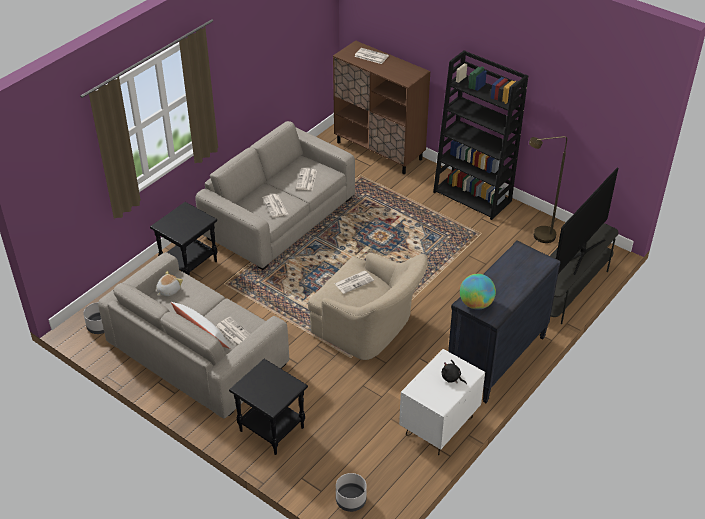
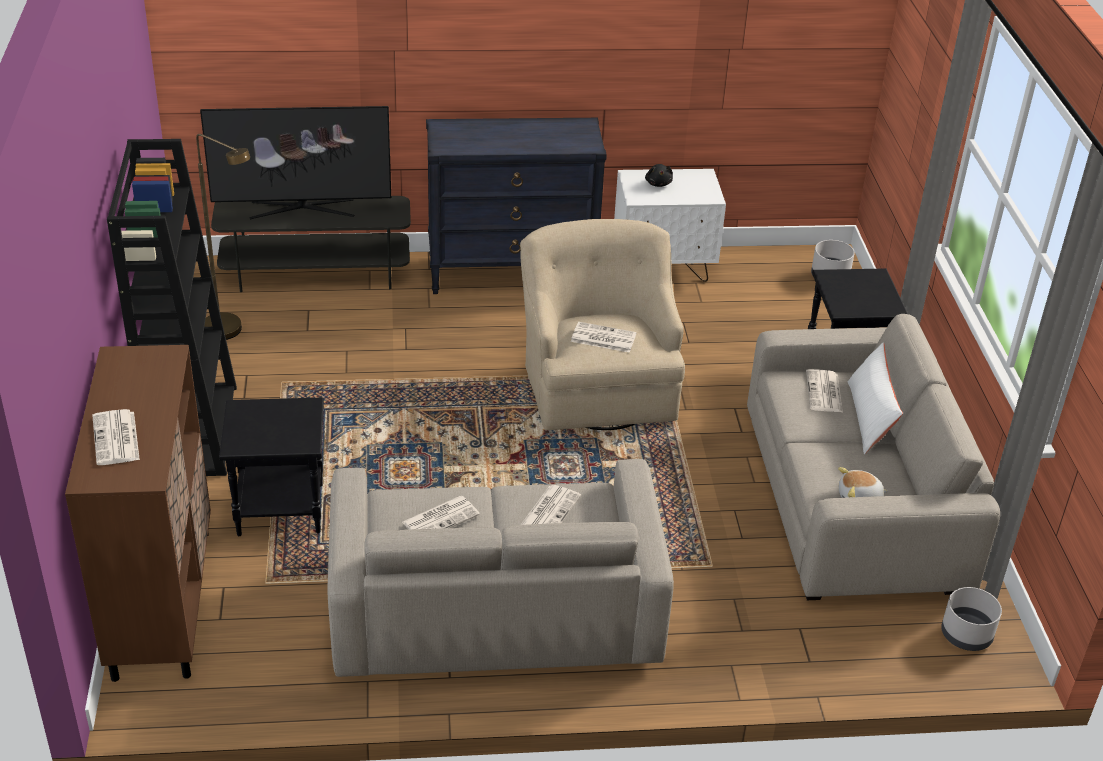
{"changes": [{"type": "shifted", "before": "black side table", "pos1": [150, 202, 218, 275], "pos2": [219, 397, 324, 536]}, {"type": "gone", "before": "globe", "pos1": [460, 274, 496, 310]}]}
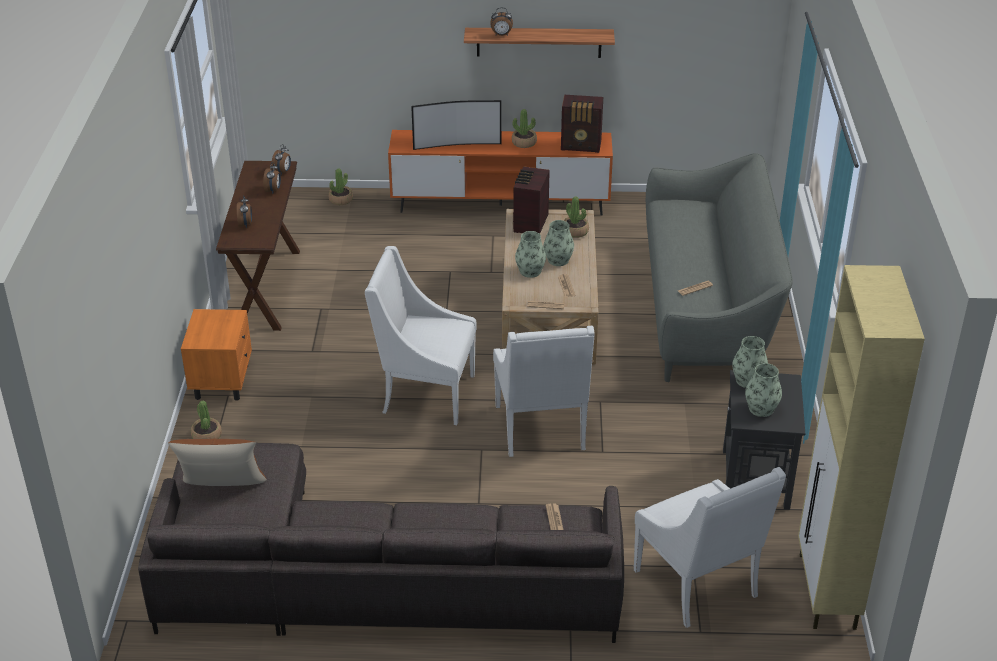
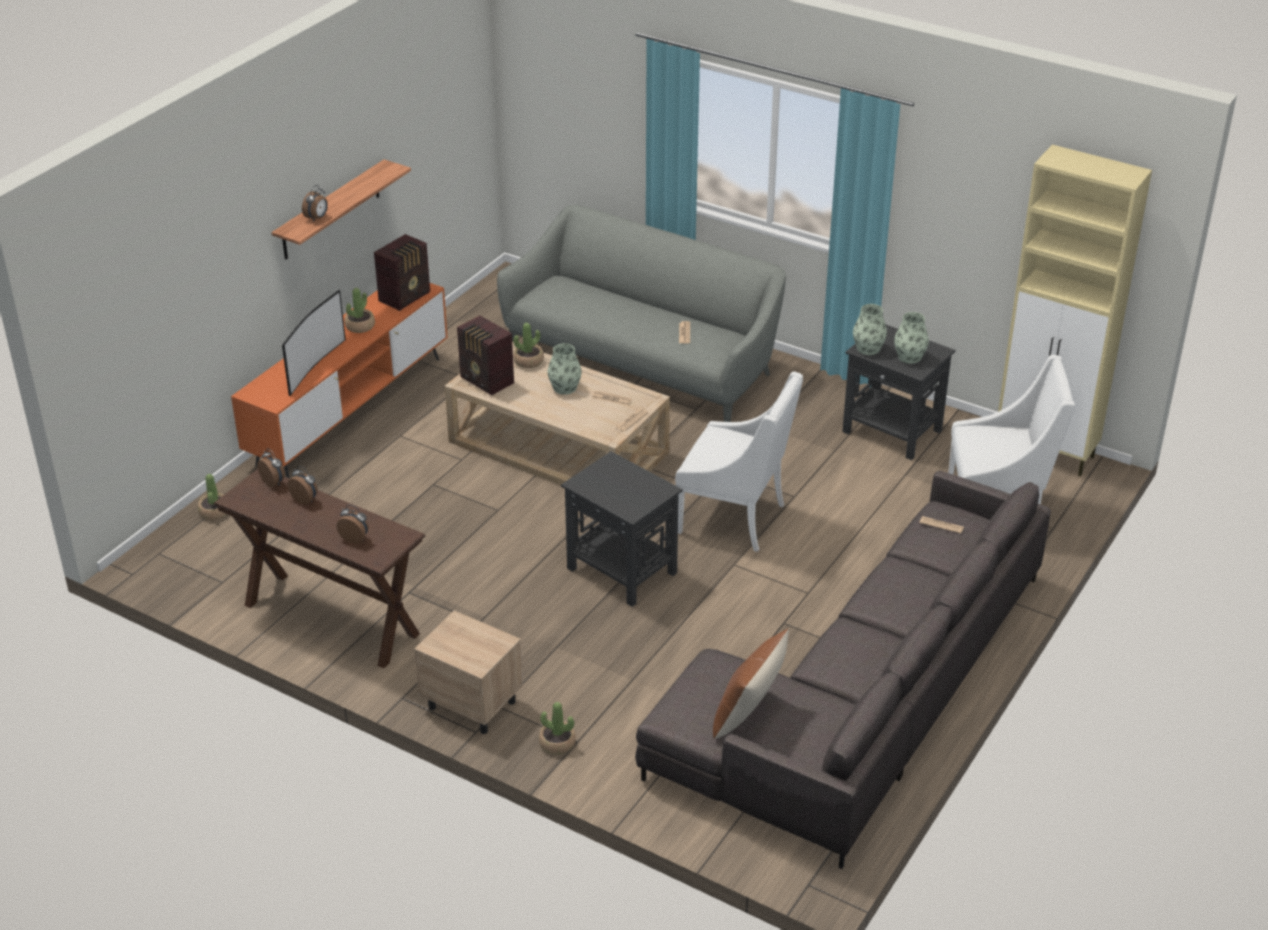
{"changes": [{"type": "gone", "before": "vase", "pos1": [515, 231, 546, 278]}, {"type": "swapped", "before": "white armchair", "after": "black side table", "pos1": [365, 246, 477, 425], "pos2": [561, 451, 683, 607]}, {"type": "repainted", "before": "orange nightstand", "after": "beige nightstand", "pos1": [181, 309, 252, 401], "pos2": [414, 611, 523, 734]}]}
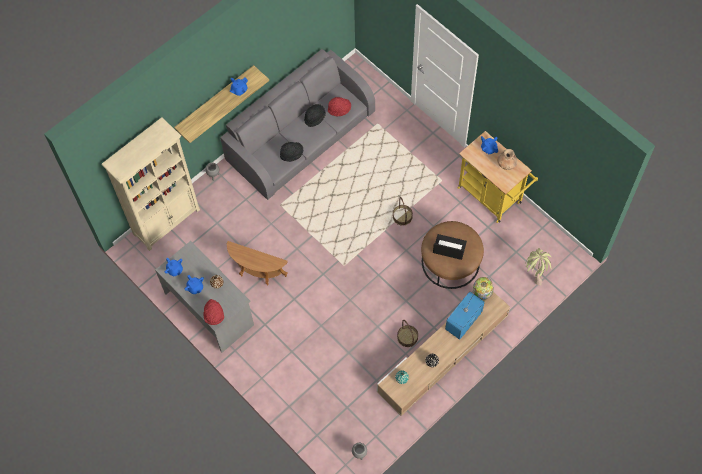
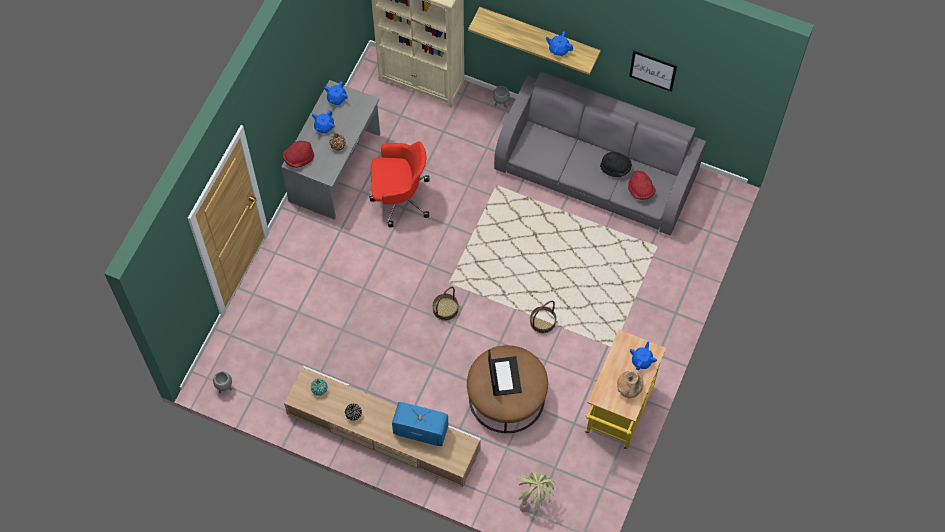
{"changes": [{"type": "gone", "before": "black hat", "pos1": [280, 142, 304, 162]}, {"type": "swapped", "before": "brown side table", "after": "red office chair", "pos1": [227, 241, 288, 285], "pos2": [369, 142, 429, 227]}, {"type": "gone", "before": "table lamp", "pos1": [473, 277, 494, 302]}, {"type": "shifted", "before": "basket", "pos1": [397, 320, 418, 347], "pos2": [433, 287, 459, 321]}, {"type": "new", "after": "picture", "pos2": [629, 51, 677, 92]}]}
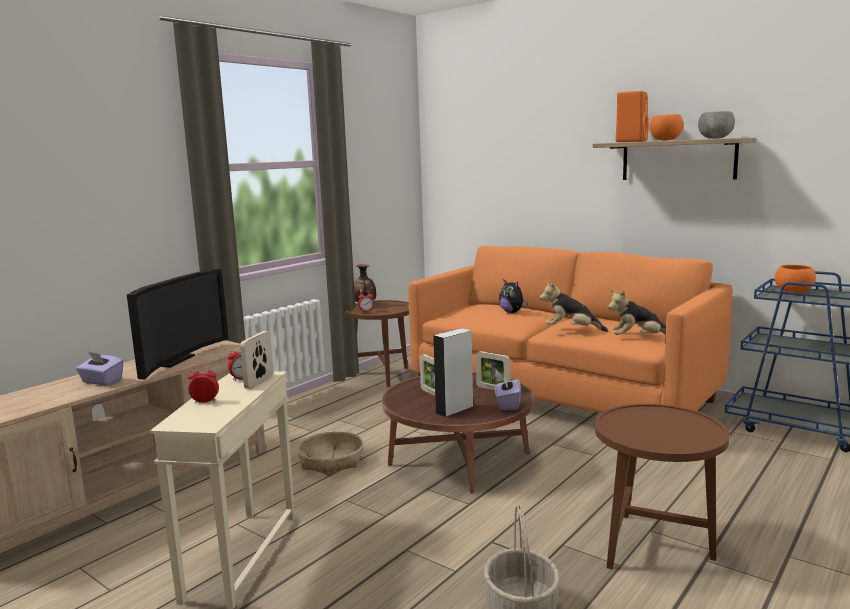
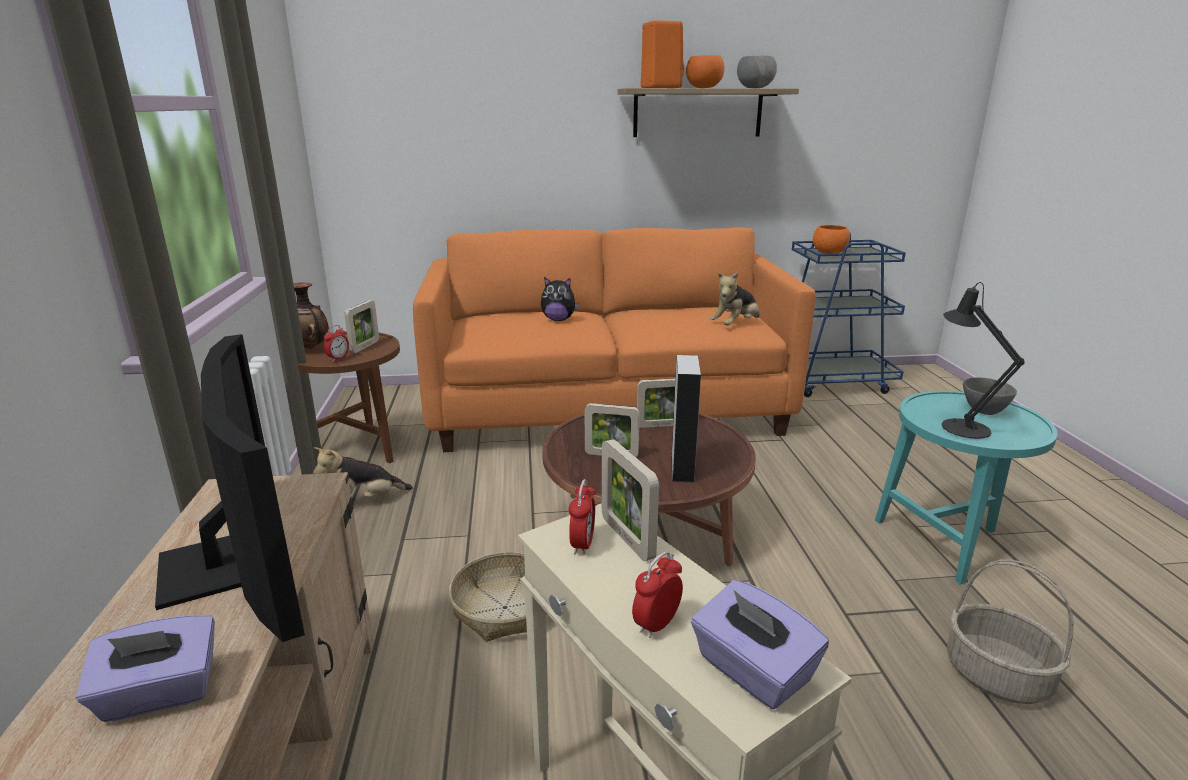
{"changes": [{"type": "shifted", "before": "plush toy", "pos1": [540, 282, 608, 332], "pos2": [313, 447, 413, 497]}, {"type": "shifted", "before": "purple tissue box", "pos1": [495, 374, 521, 410], "pos2": [691, 580, 829, 709]}, {"type": "repainted", "before": "brown side table", "after": "turquoise side table", "pos1": [595, 404, 730, 569], "pos2": [875, 391, 1058, 585]}, {"type": "new", "after": "black table lamp", "pos2": [942, 282, 1025, 439]}, {"type": "new", "after": "picture frame", "pos2": [344, 300, 379, 353]}, {"type": "new", "after": "grey bowl", "pos2": [963, 377, 1017, 415]}]}
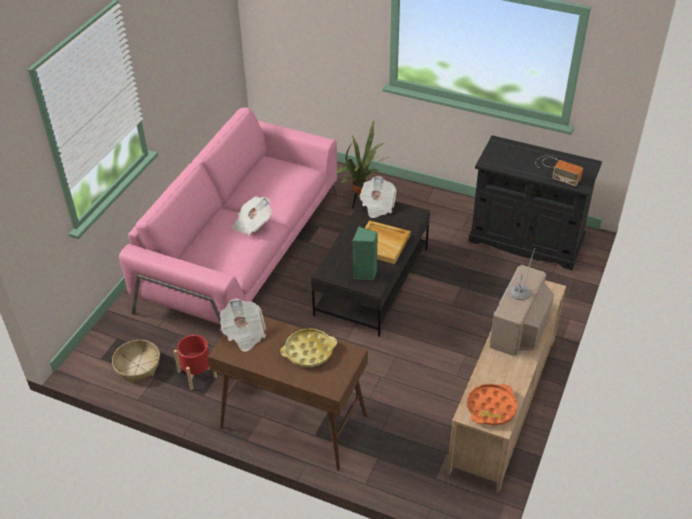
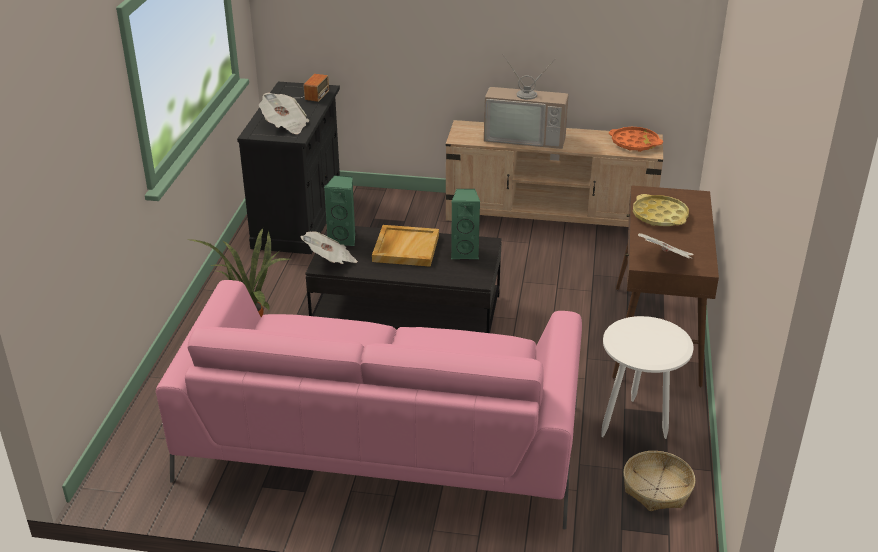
{"changes": [{"type": "shifted", "before": "newspaper", "pos1": [232, 197, 272, 235], "pos2": [259, 93, 310, 134]}, {"type": "swapped", "before": "red planter", "after": "white side table", "pos1": [174, 335, 217, 390], "pos2": [601, 316, 693, 439]}, {"type": "new", "after": "green speaker", "pos2": [324, 175, 355, 247]}]}
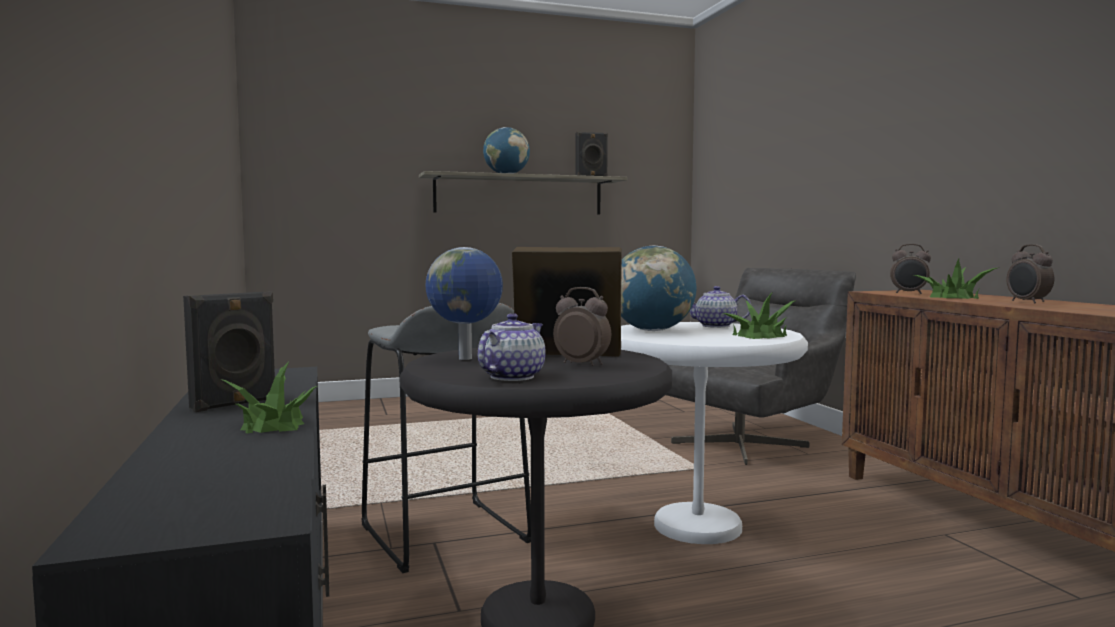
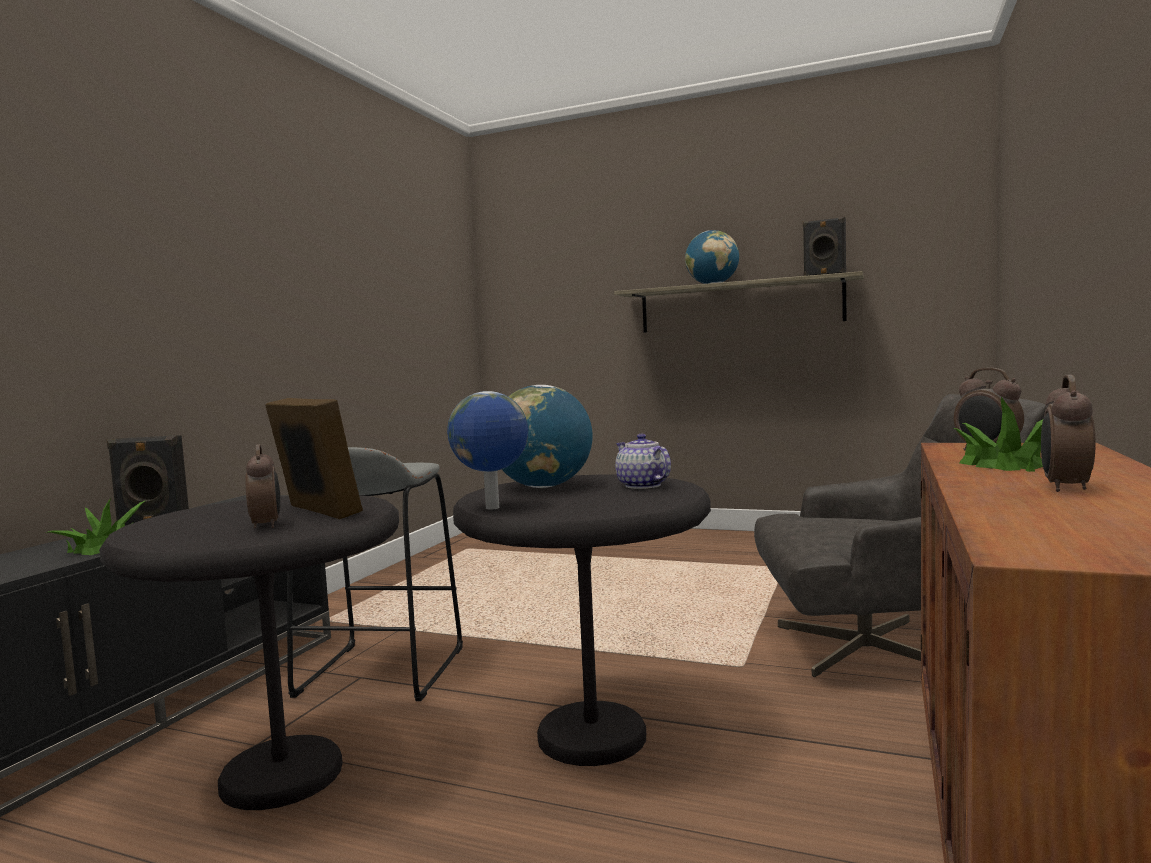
{"changes": [{"type": "shifted", "before": "globe", "pos1": [426, 247, 503, 360], "pos2": [447, 391, 528, 509]}, {"type": "gone", "before": "potted plant", "pos1": [723, 293, 796, 339]}, {"type": "gone", "before": "teapot", "pos1": [478, 313, 546, 381]}, {"type": "repainted", "before": "white side table", "after": "black side table", "pos1": [621, 322, 808, 544], "pos2": [453, 474, 711, 766]}]}
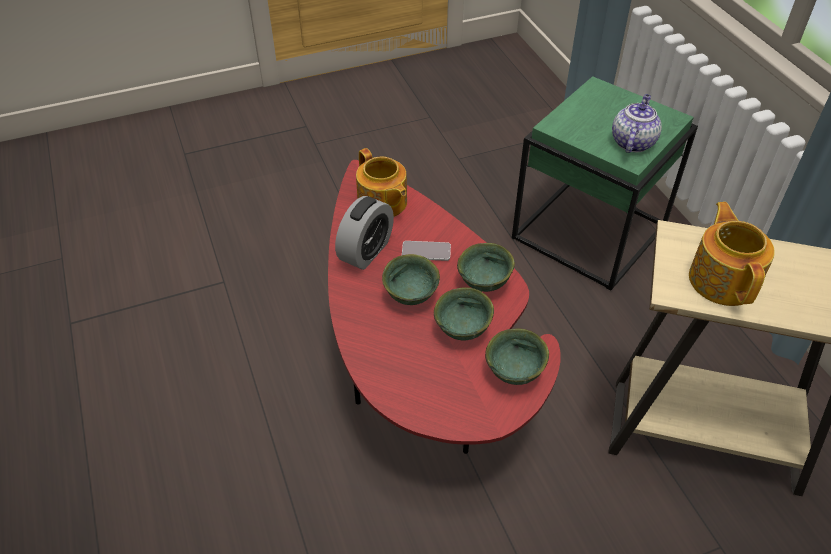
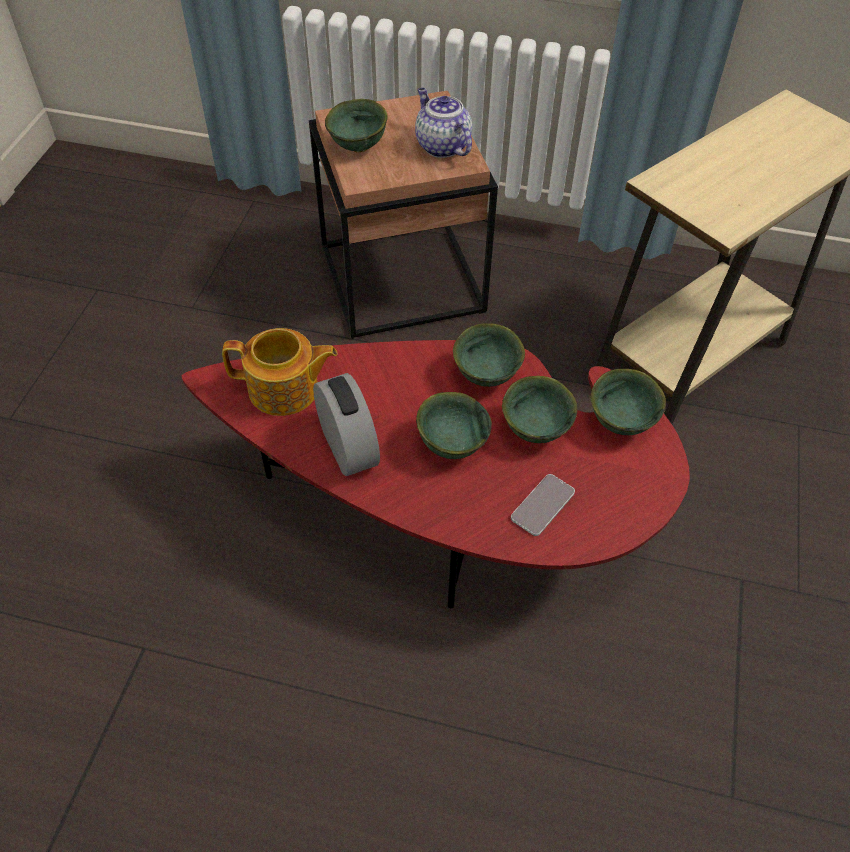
{"changes": [{"type": "repainted", "before": "green side table", "after": "brown side table", "pos1": [512, 76, 698, 290], "pos2": [309, 91, 498, 339]}, {"type": "gone", "before": "teapot", "pos1": [689, 202, 775, 306]}, {"type": "shifted", "before": "phone", "pos1": [402, 241, 451, 261], "pos2": [511, 474, 575, 536]}, {"type": "new", "after": "green bowl", "pos2": [325, 99, 388, 152]}]}
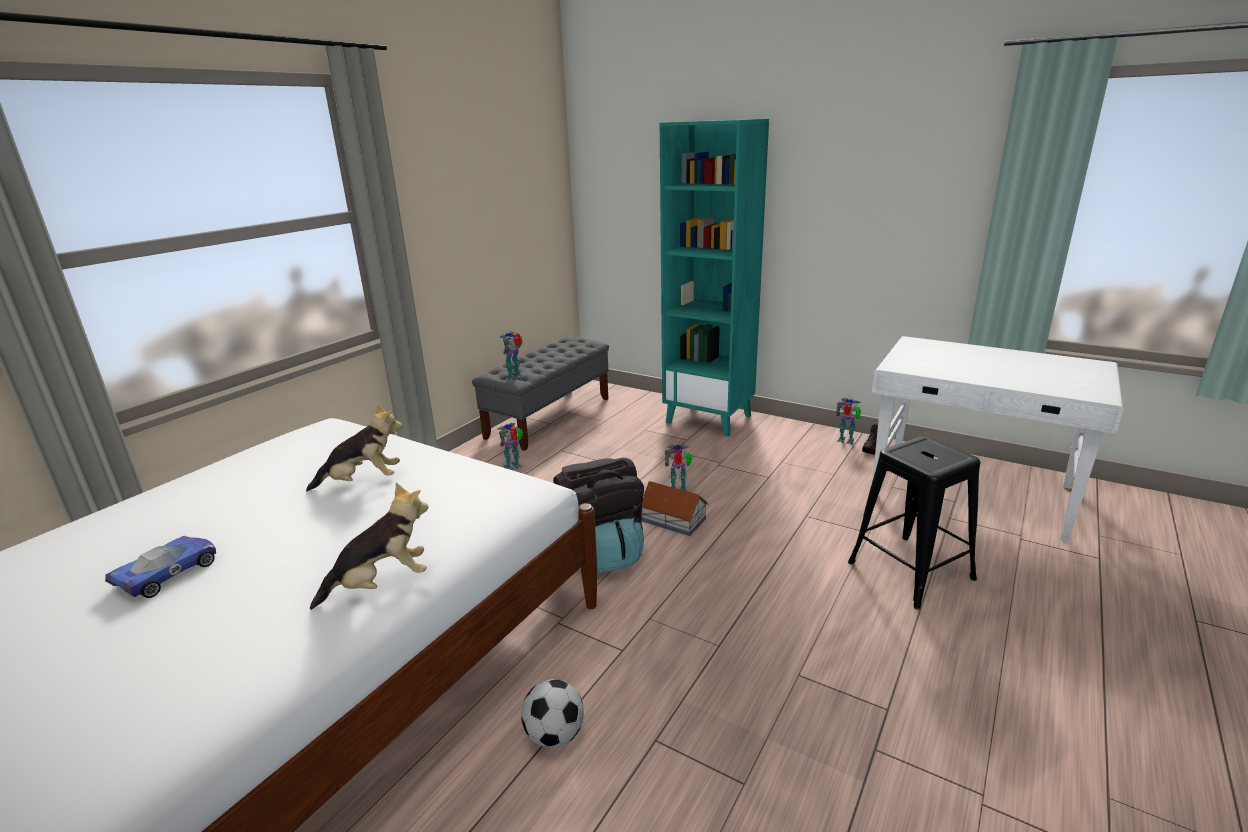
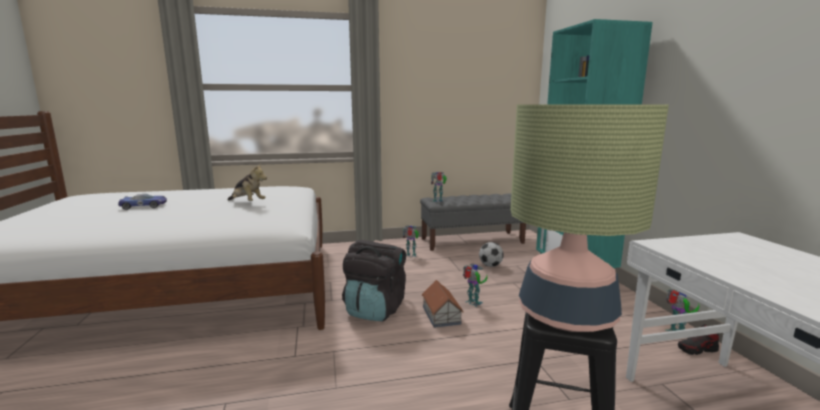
{"changes": [{"type": "gone", "before": "plush toy", "pos1": [310, 483, 428, 610]}, {"type": "shifted", "before": "football", "pos1": [521, 679, 584, 748], "pos2": [479, 242, 504, 267]}, {"type": "new", "after": "table lamp", "pos2": [511, 104, 669, 332]}]}
